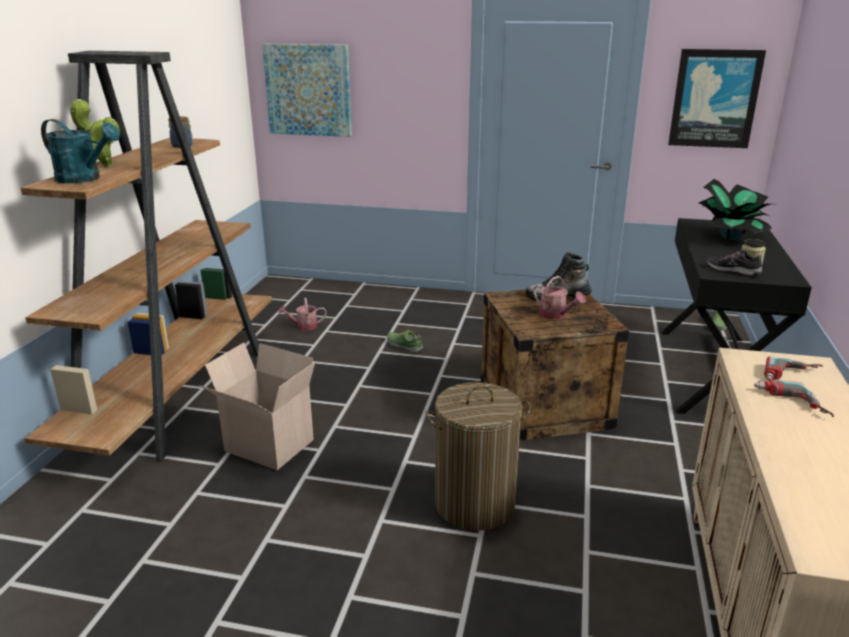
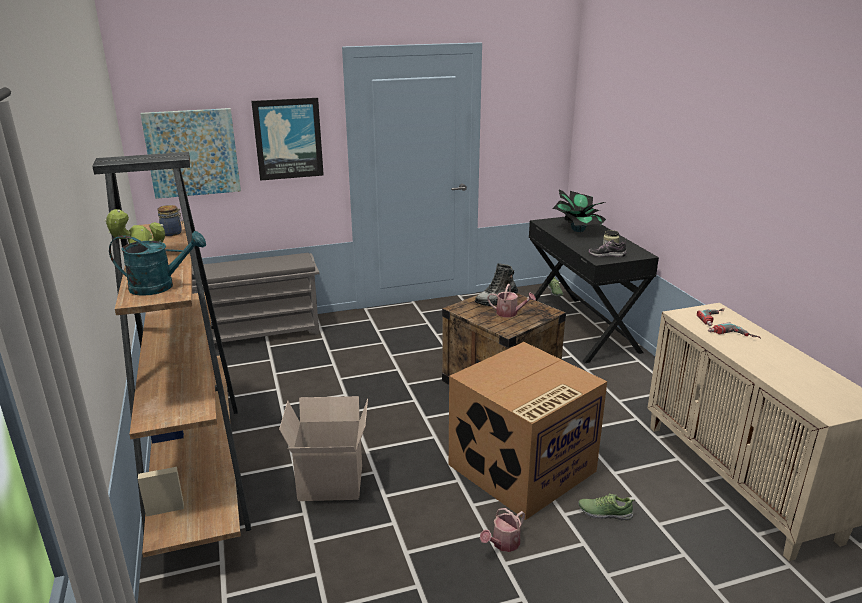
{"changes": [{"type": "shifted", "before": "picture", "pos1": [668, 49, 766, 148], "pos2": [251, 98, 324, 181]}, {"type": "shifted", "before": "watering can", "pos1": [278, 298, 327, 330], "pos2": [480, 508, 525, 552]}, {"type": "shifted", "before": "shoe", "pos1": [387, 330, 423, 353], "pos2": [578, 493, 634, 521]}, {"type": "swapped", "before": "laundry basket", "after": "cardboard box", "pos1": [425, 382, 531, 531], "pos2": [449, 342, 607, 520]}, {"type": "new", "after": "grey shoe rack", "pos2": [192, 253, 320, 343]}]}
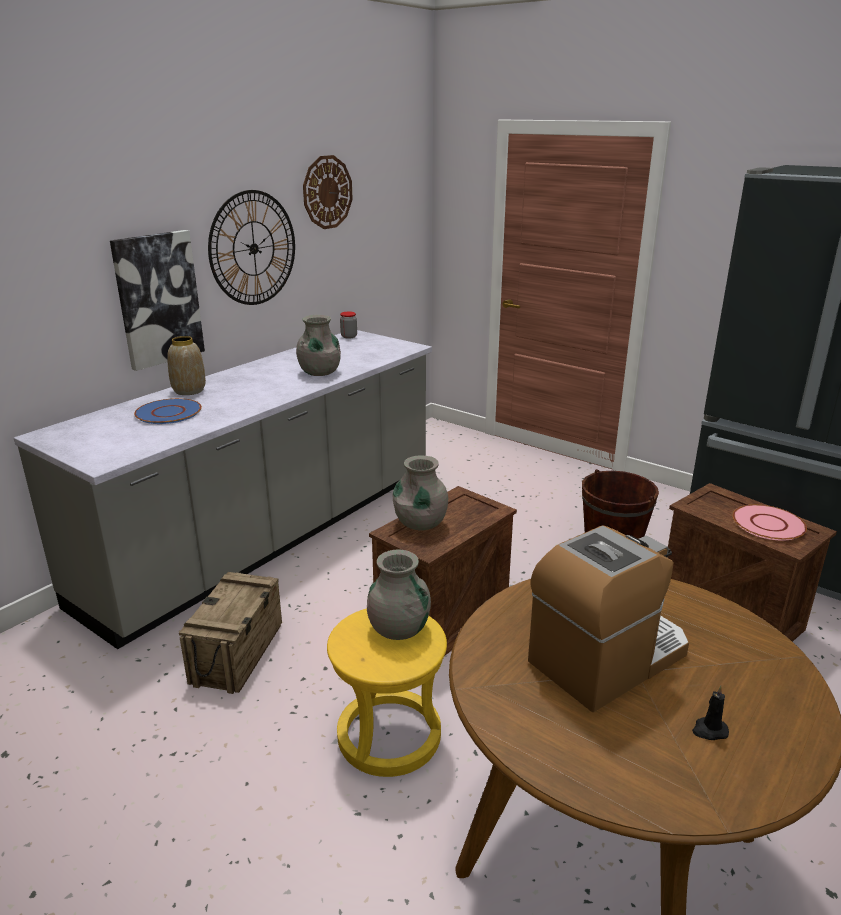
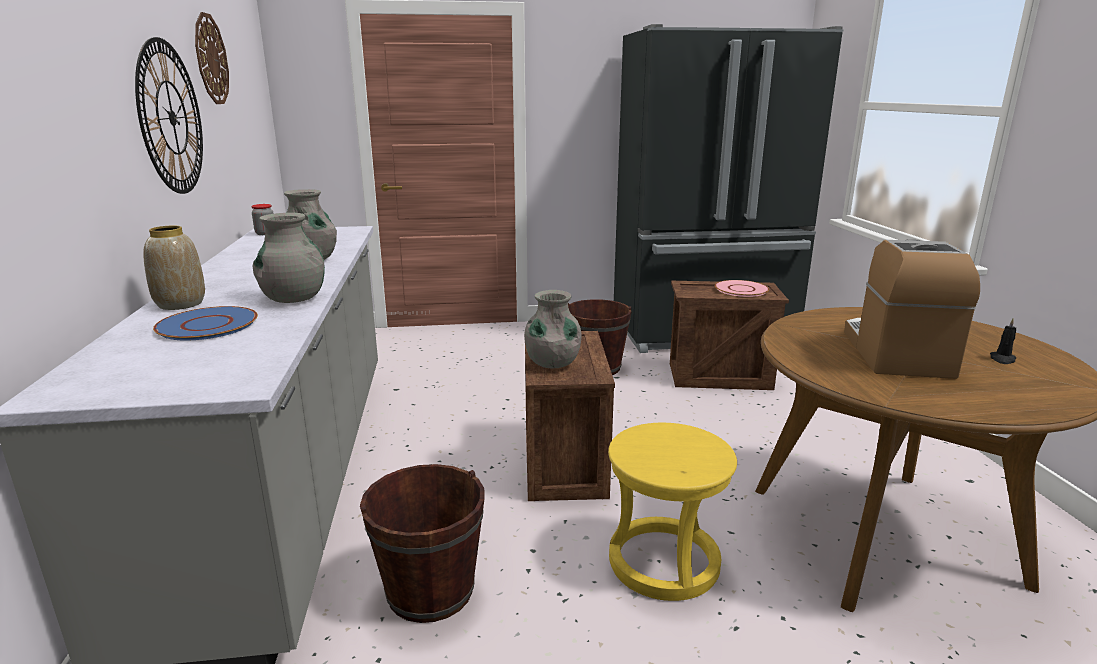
{"changes": [{"type": "gone", "before": "picture", "pos1": [110, 230, 205, 371]}, {"type": "shifted", "before": "grey vase", "pos1": [367, 550, 431, 640], "pos2": [252, 213, 325, 303]}, {"type": "swapped", "before": "crate", "after": "brown bucket", "pos1": [179, 572, 282, 694], "pos2": [360, 464, 484, 623]}]}
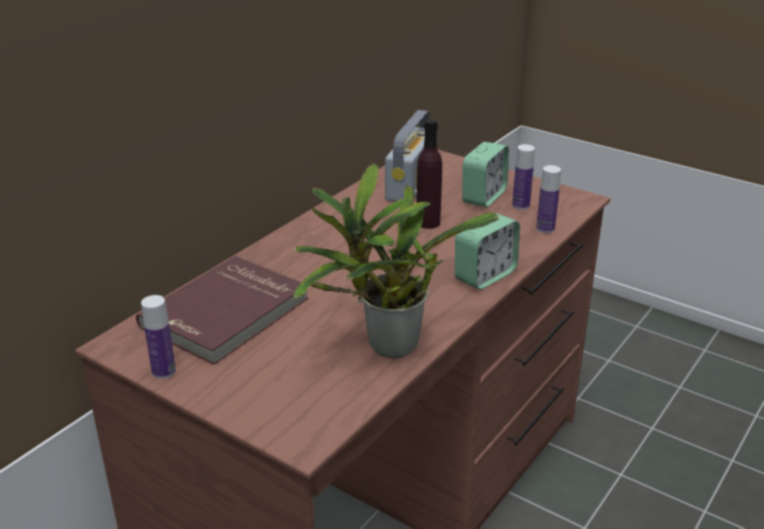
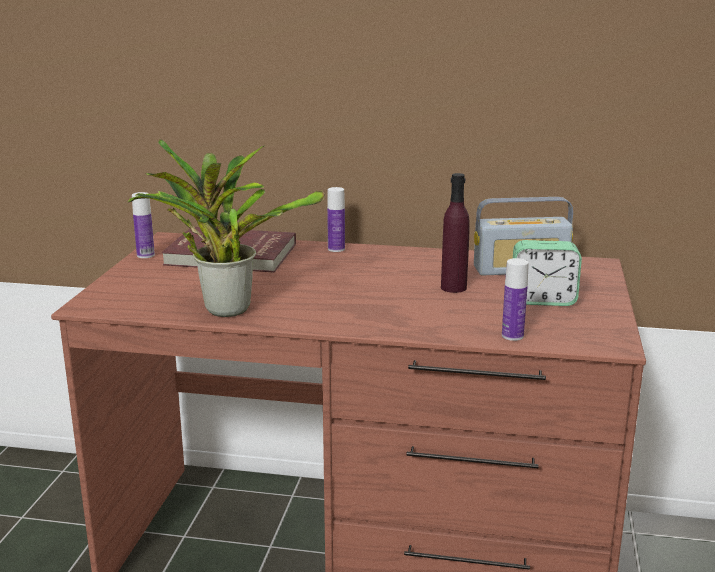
{"changes": [{"type": "shifted", "before": "bottle", "pos1": [512, 144, 535, 210], "pos2": [327, 187, 345, 252]}, {"type": "gone", "before": "alarm clock", "pos1": [455, 212, 520, 290]}]}
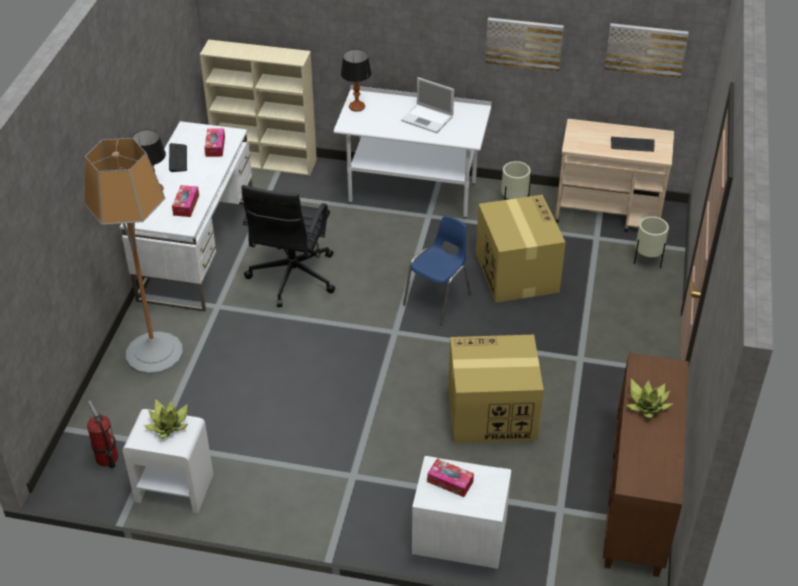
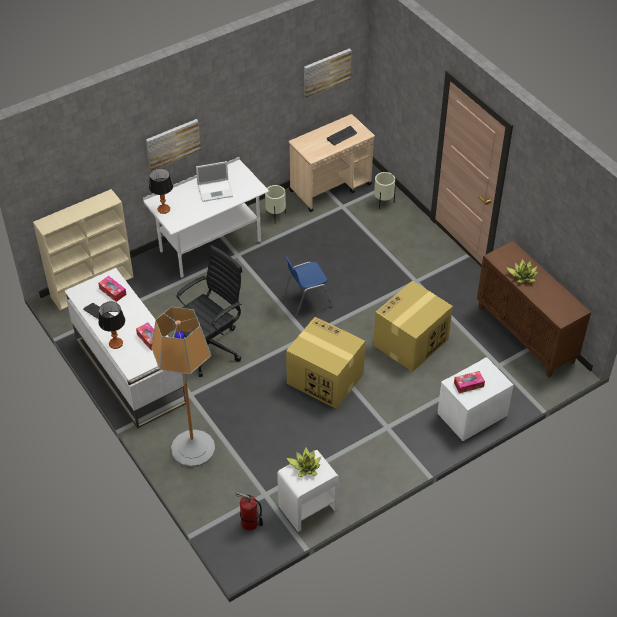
{"changes": [{"type": "shifted", "before": "picture", "pos1": [485, 17, 564, 72], "pos2": [146, 119, 201, 171]}, {"type": "rotated", "before": "black office chair", "pos1": [242, 185, 335, 307], "pos2": [176, 245, 242, 377], "turn": -105}, {"type": "shifted", "before": "cardboard box", "pos1": [476, 195, 566, 303], "pos2": [286, 317, 365, 409]}, {"type": "rotated", "before": "blue chair", "pos1": [403, 215, 471, 325], "pos2": [283, 256, 332, 318], "turn": -105}]}
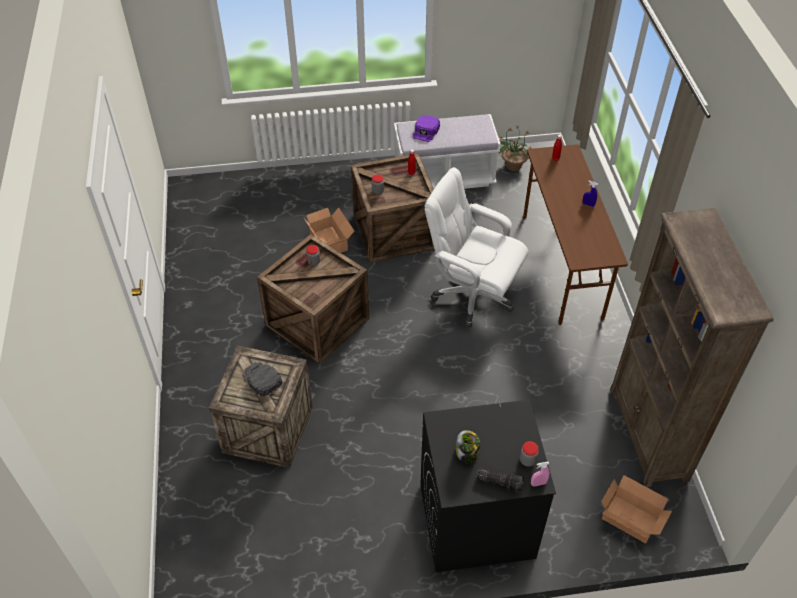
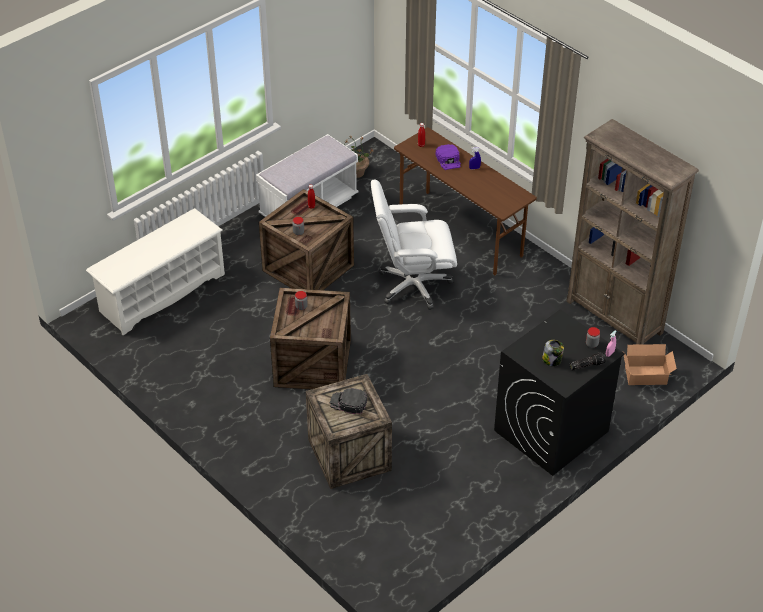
{"changes": [{"type": "shifted", "before": "purple cap", "pos1": [413, 115, 440, 142], "pos2": [436, 144, 461, 170]}, {"type": "gone", "before": "cardboard box", "pos1": [305, 207, 354, 253]}, {"type": "new", "after": "white shoe rack", "pos2": [86, 208, 225, 335]}]}
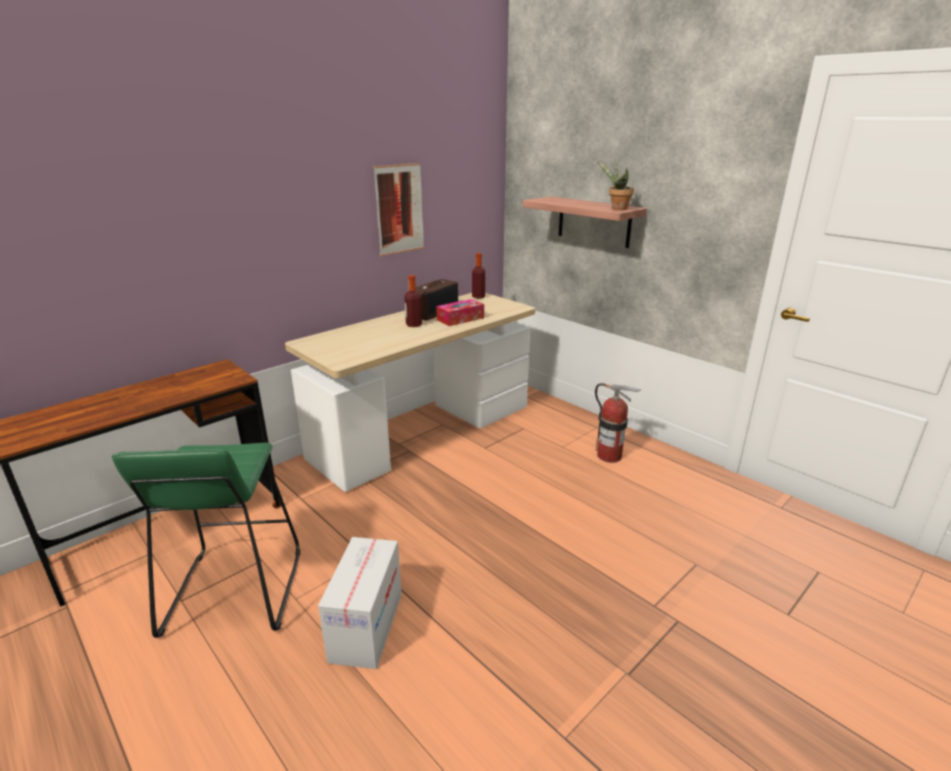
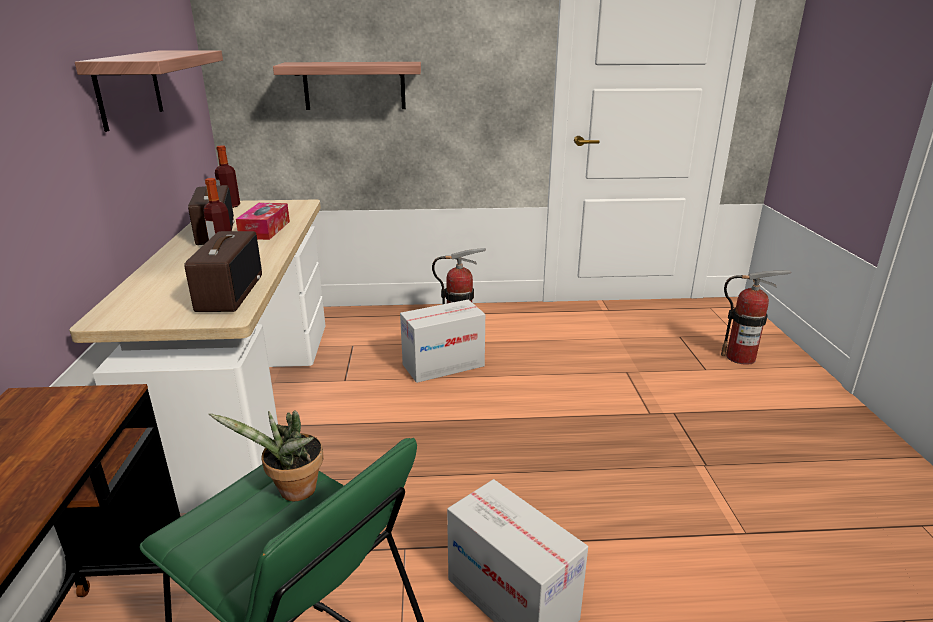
{"changes": [{"type": "shifted", "before": "potted plant", "pos1": [597, 161, 634, 210], "pos2": [209, 410, 323, 501]}, {"type": "swapped", "before": "picture", "after": "shelf", "pos1": [374, 163, 424, 256], "pos2": [75, 50, 223, 132]}, {"type": "new", "after": "radio", "pos2": [184, 231, 262, 312]}, {"type": "new", "after": "fire extinguisher", "pos2": [721, 270, 791, 365]}, {"type": "new", "after": "cardboard box", "pos2": [400, 300, 485, 383]}]}
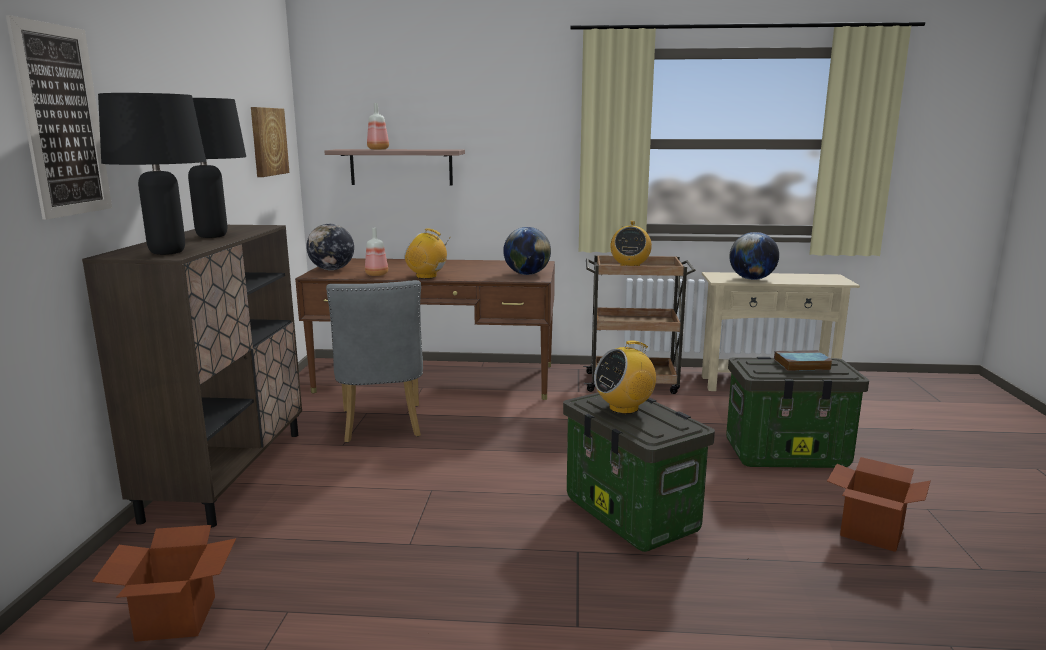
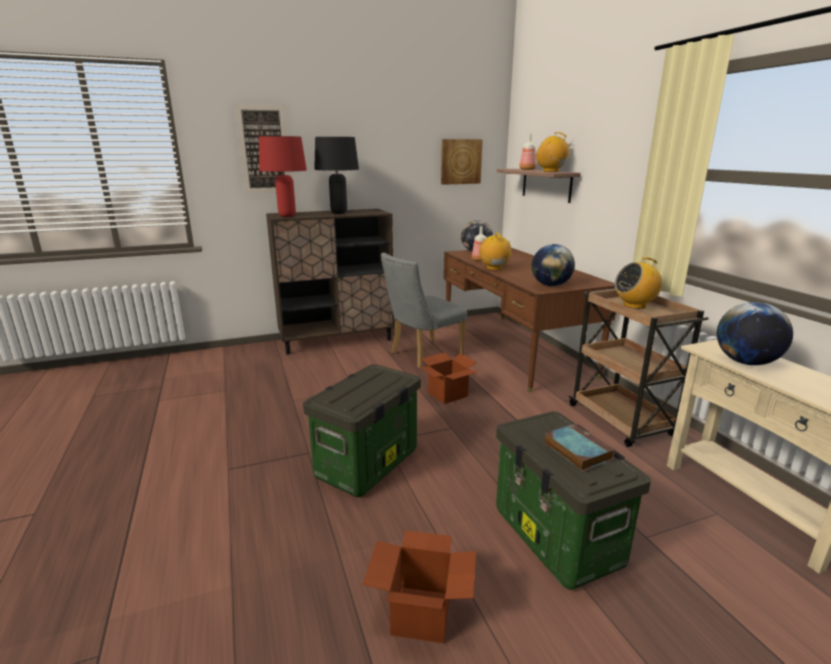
{"changes": [{"type": "repainted", "before": "black table lamp", "after": "red table lamp", "pos1": [98, 93, 206, 255], "pos2": [259, 136, 307, 217]}, {"type": "shifted", "before": "radio", "pos1": [594, 340, 656, 414], "pos2": [536, 132, 572, 172]}, {"type": "shifted", "before": "cardboard box", "pos1": [92, 525, 236, 642], "pos2": [420, 352, 477, 404]}]}
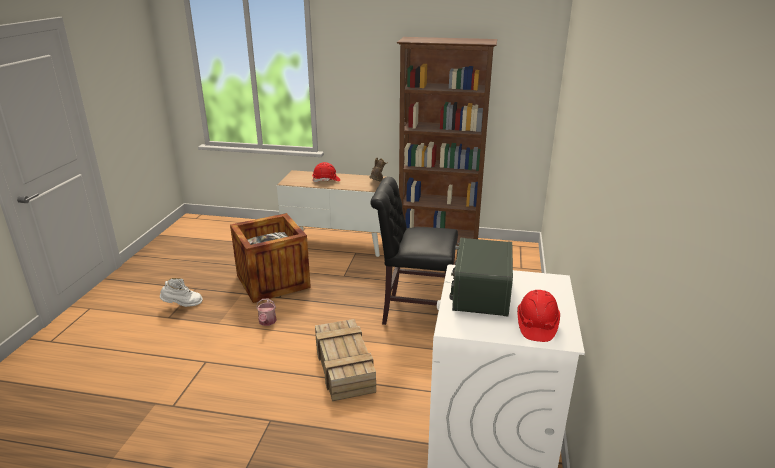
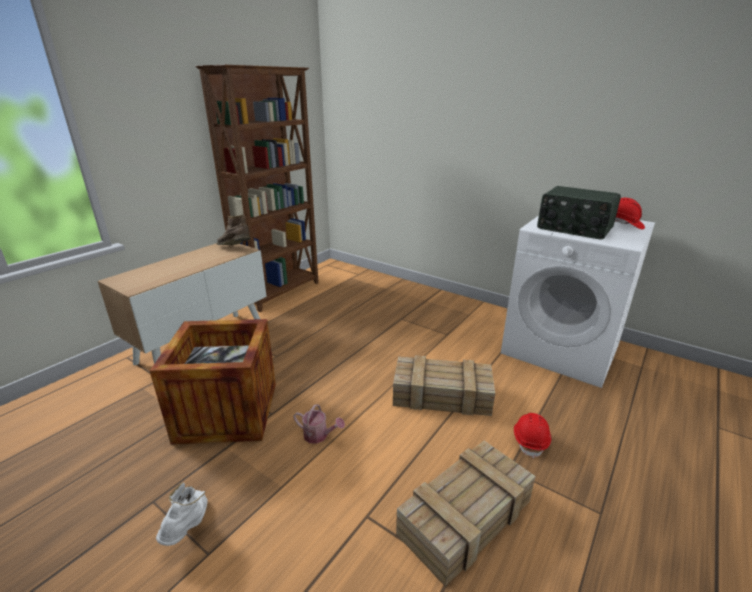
{"changes": [{"type": "shifted", "before": "red hard hat", "pos1": [312, 162, 340, 182], "pos2": [514, 413, 552, 459]}, {"type": "gone", "before": "black chair", "pos1": [370, 177, 458, 325]}, {"type": "new", "after": "crate", "pos2": [396, 441, 536, 587]}]}
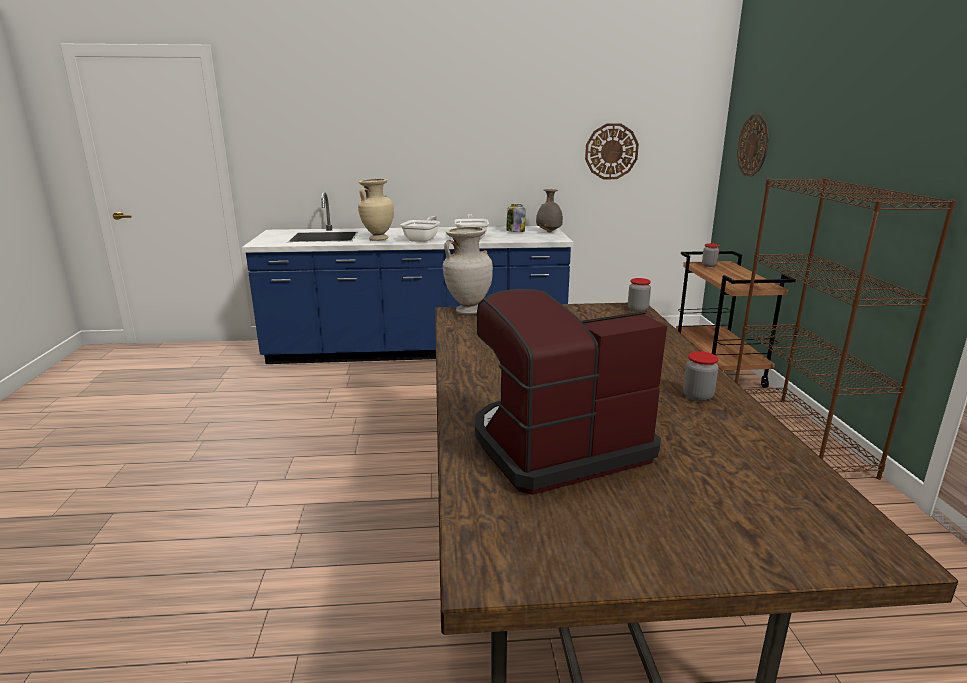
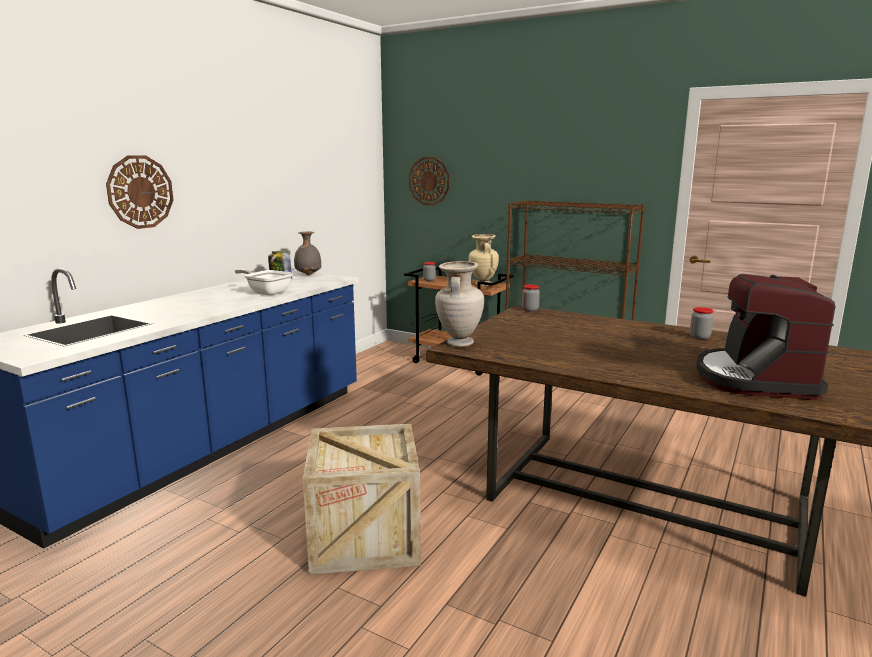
{"changes": [{"type": "shifted", "before": "wall clock", "pos1": [585, 123, 639, 179], "pos2": [106, 155, 174, 229]}, {"type": "shifted", "before": "beige vase", "pos1": [358, 179, 394, 241], "pos2": [469, 234, 499, 286]}, {"type": "gone", "before": "frying pan", "pos1": [400, 216, 440, 242]}, {"type": "new", "after": "crate", "pos2": [303, 424, 421, 575]}]}
